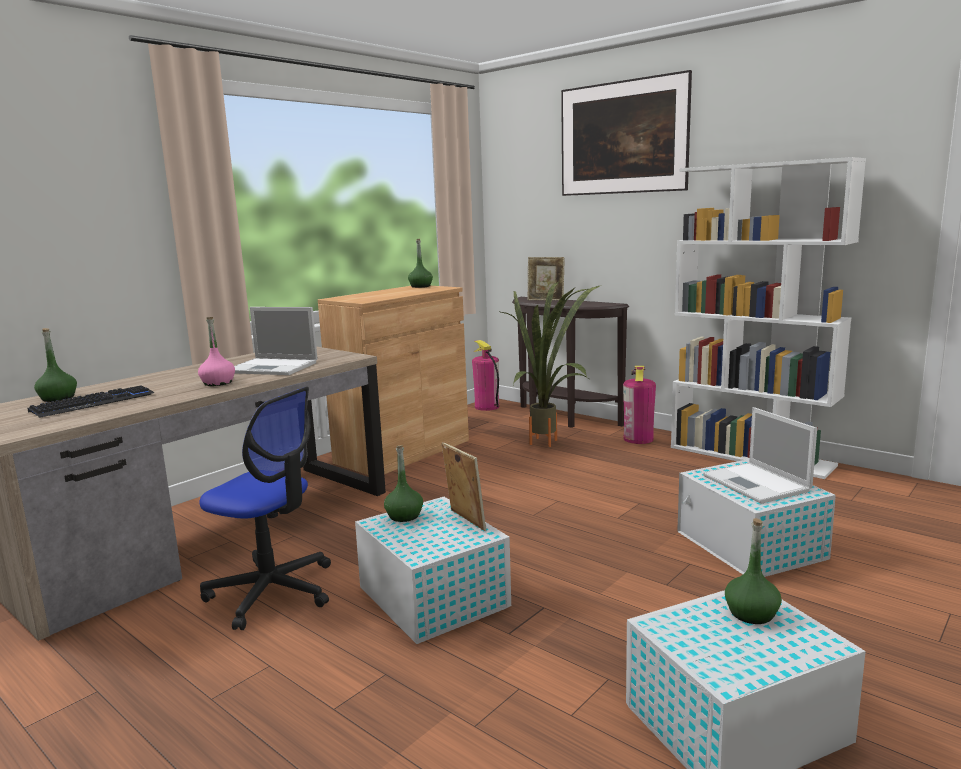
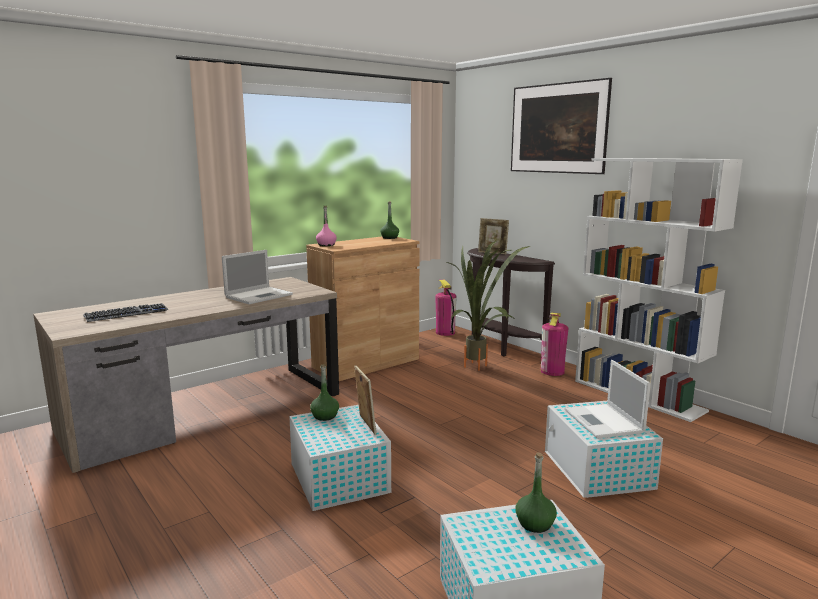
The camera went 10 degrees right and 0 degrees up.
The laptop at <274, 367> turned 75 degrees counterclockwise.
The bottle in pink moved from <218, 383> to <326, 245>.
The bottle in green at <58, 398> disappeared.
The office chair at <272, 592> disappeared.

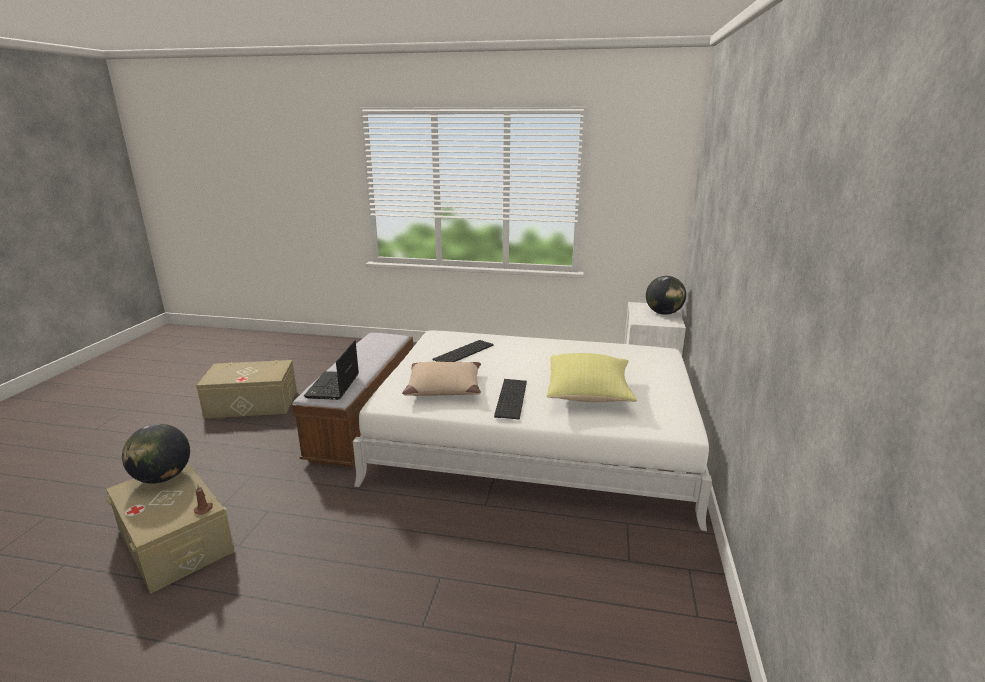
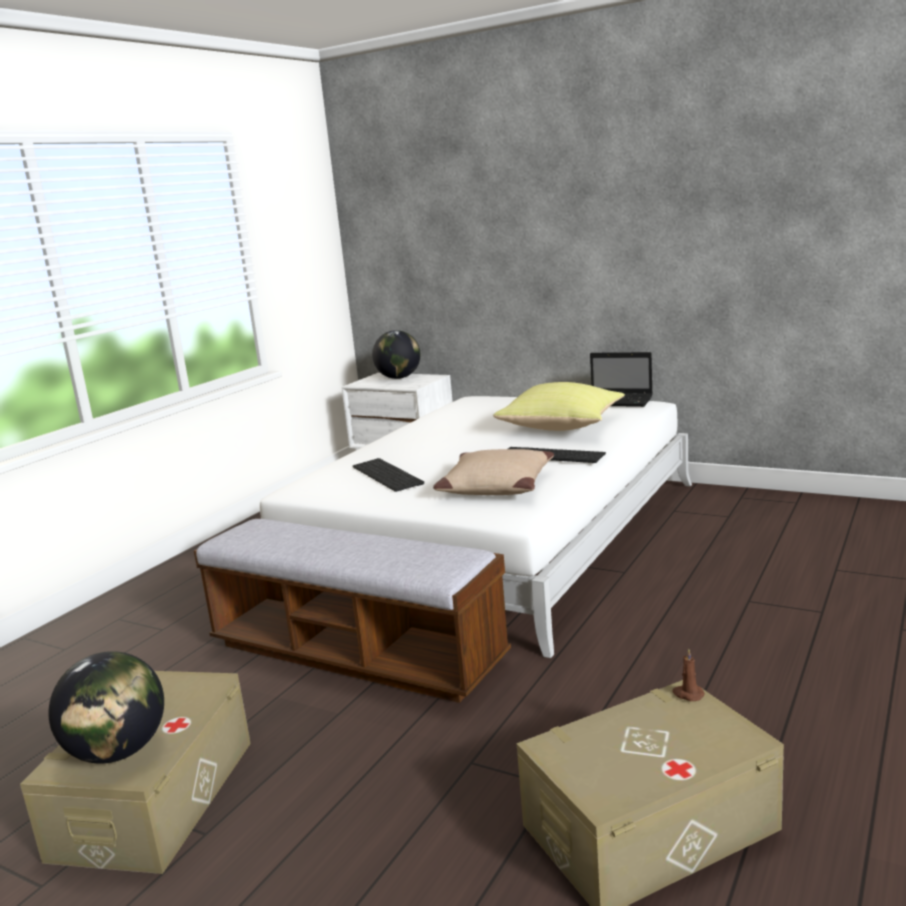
The camera went 70 degrees left and 5 degrees down.
The globe moved from <163, 477> to <118, 752>.
The laptop moved from <333, 387> to <619, 401>.

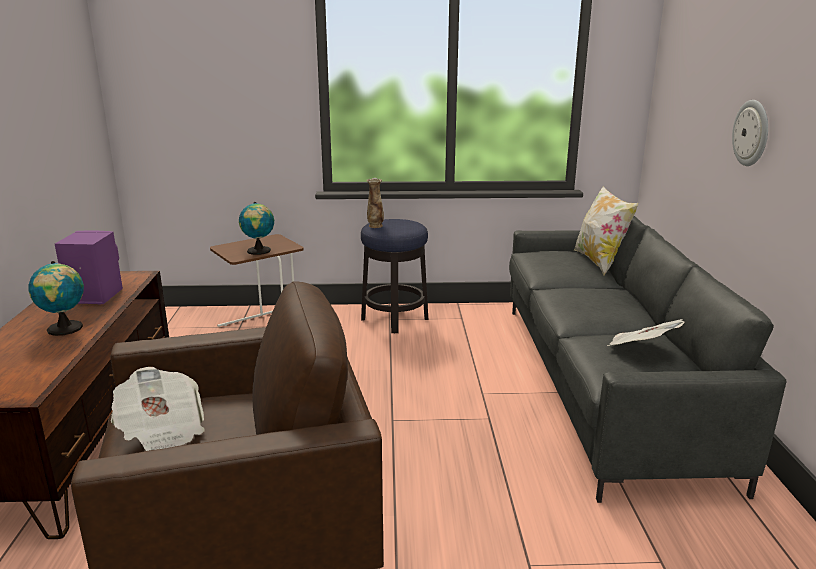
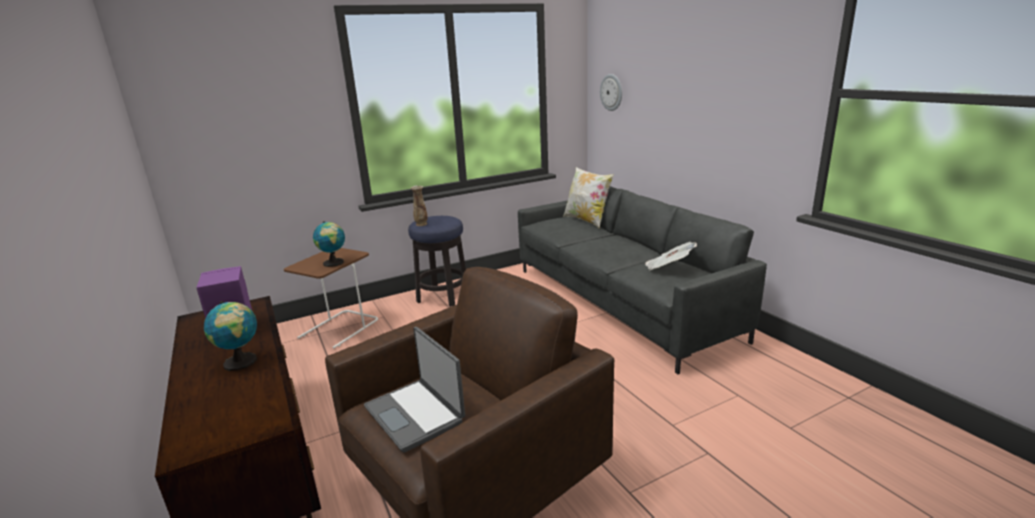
The camera went 25 degrees left and 0 degrees up.
The newspaper at <162, 432> was replaced by the laptop at <416, 414>.
The wall clock moved from <751, 133> to <611, 92>.

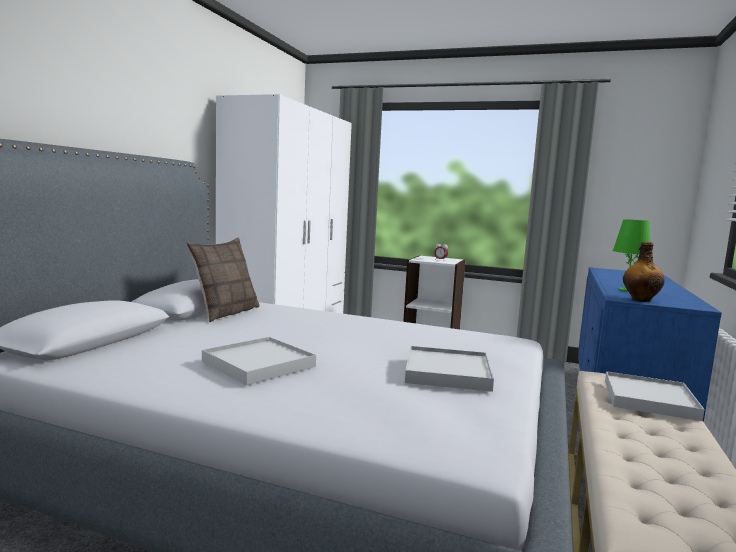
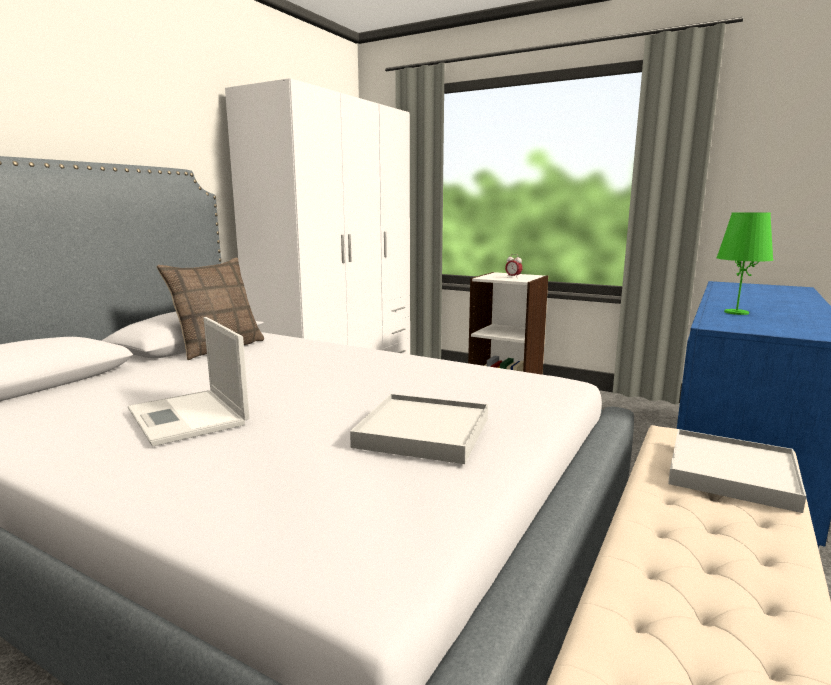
The camera went 10 degrees right and 5 degrees up.
The tray in white at <259, 364> was replaced by the laptop at <189, 417>.
The bottle at <640, 300> disappeared.

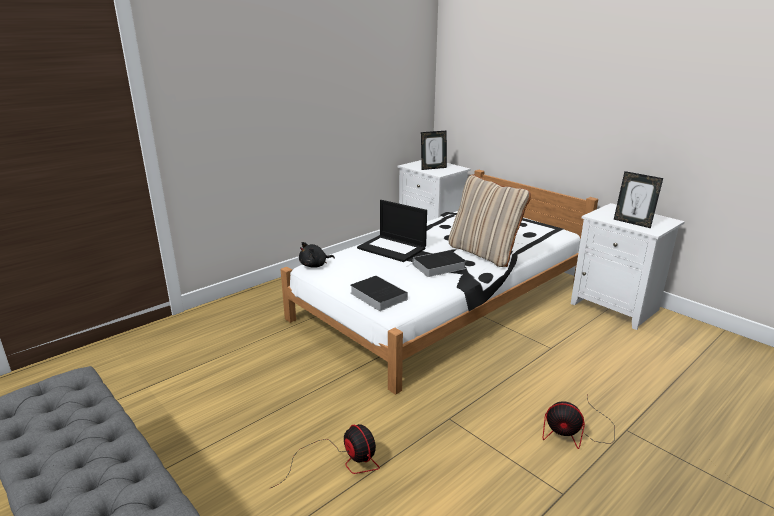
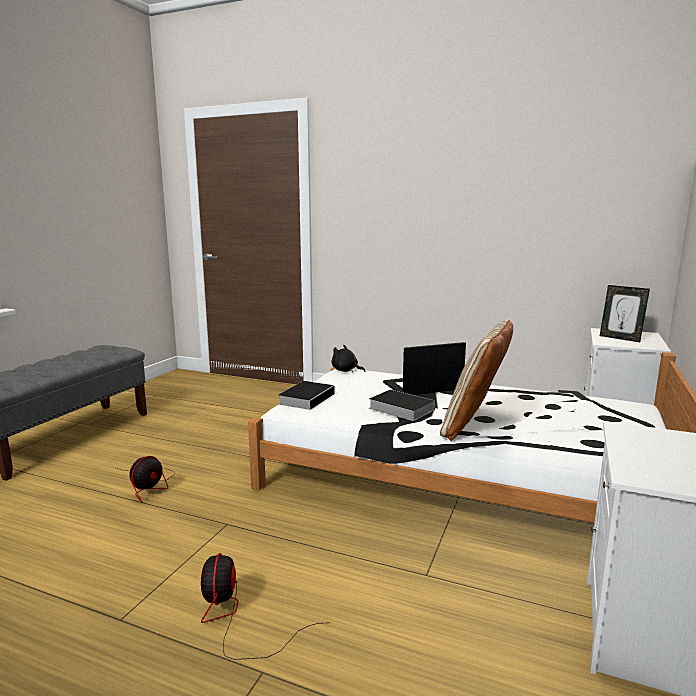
The camera went 65 degrees right and 10 degrees down.
The laptop at <392, 248> turned 60 degrees clockwise.
The picture frame at <632, 223> disappeared.

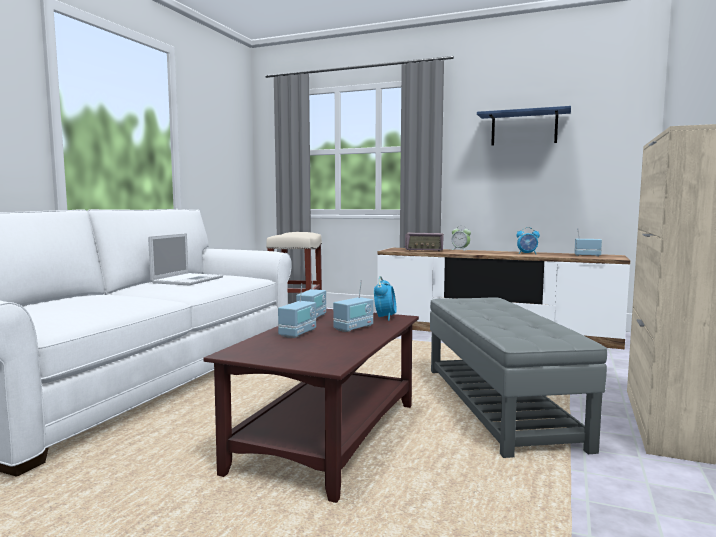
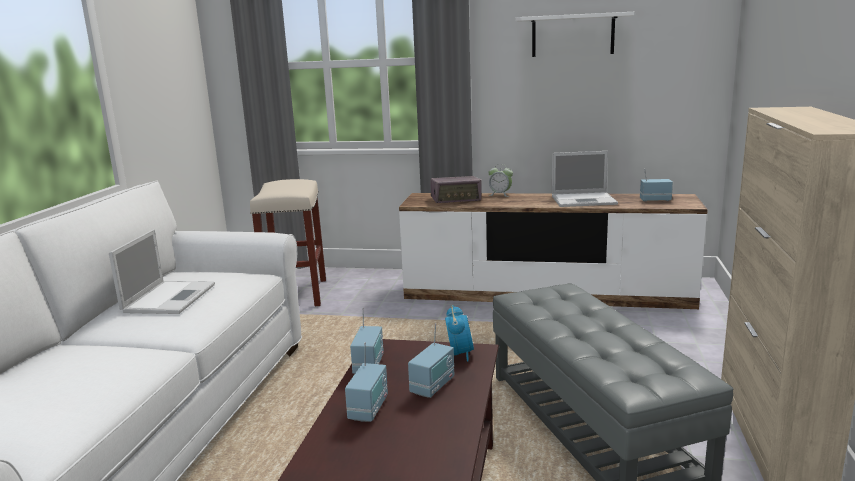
The camera went 10 degrees left and 10 degrees up.
The shelf in blue at <524, 128> became the shelf in white at <572, 35>.
The alarm clock at <527, 253> was replaced by the laptop at <584, 200>.

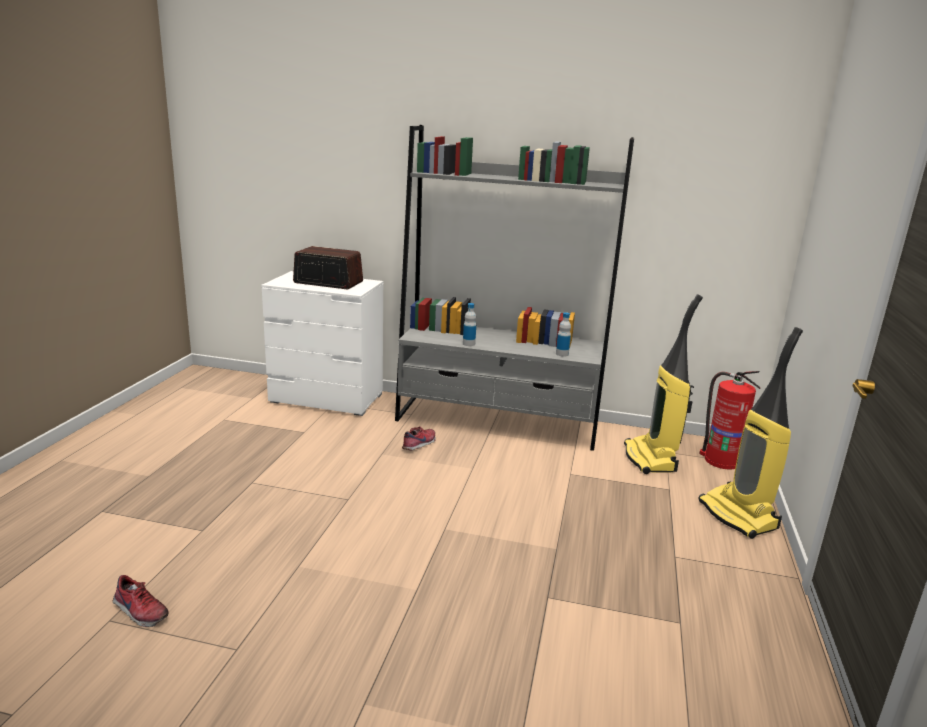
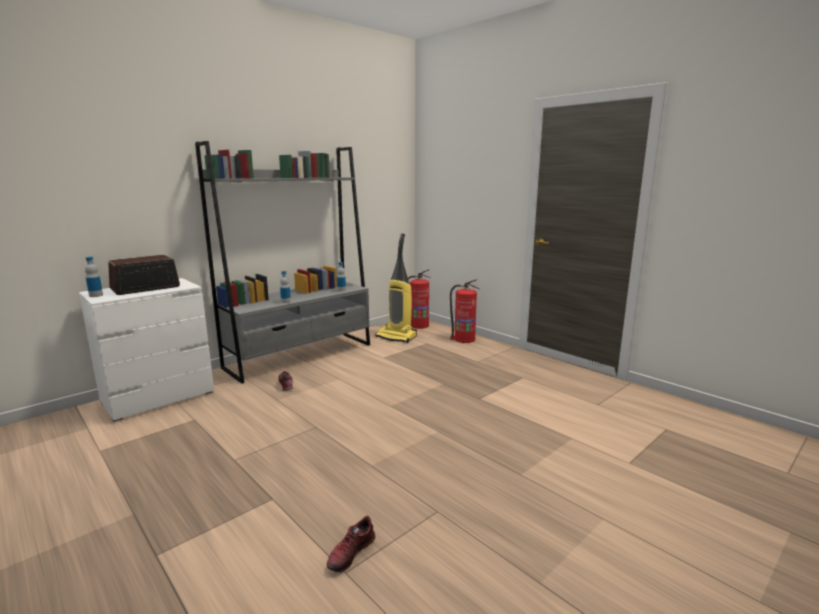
The camera went 55 degrees left and 5 degrees down.
The bottle at <96, 295> appeared.
The shoe at <139, 612> turned 150 degrees clockwise.
The vacuum cleaner at <739, 516> was replaced by the fire extinguisher at <463, 339>.

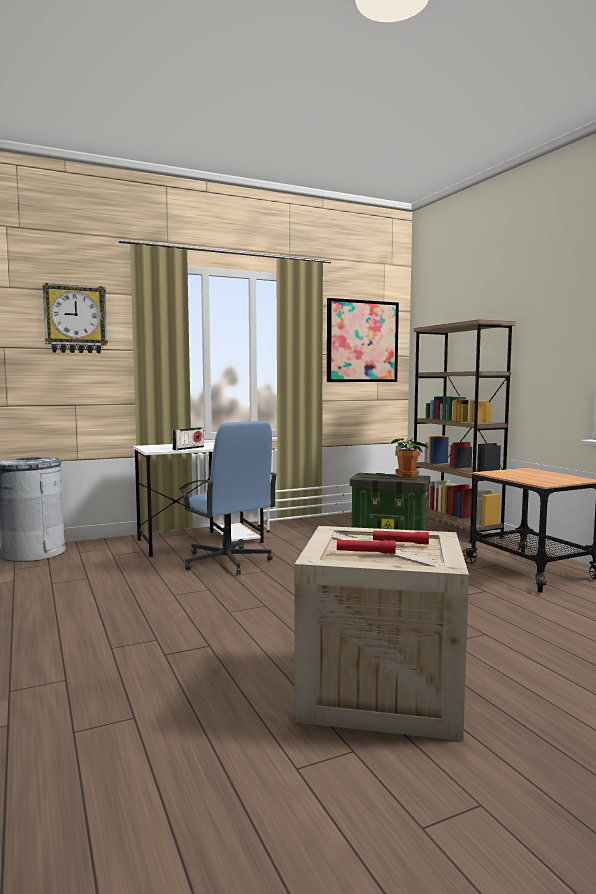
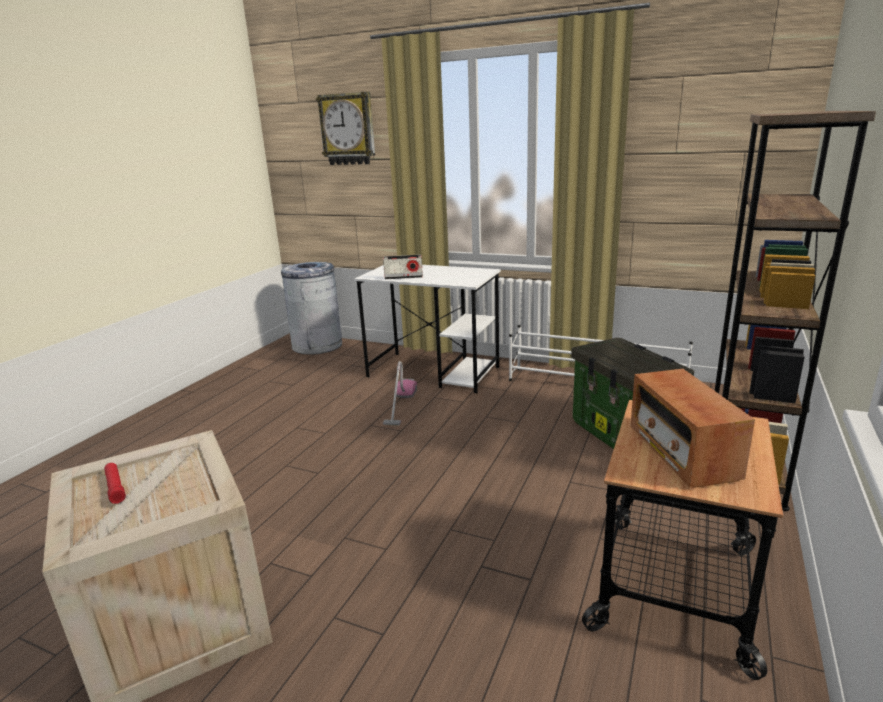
The camera went 50 degrees right and 15 degrees up.
The office chair in blue at <226, 561> was replaced by the vacuum cleaner at <400, 406>.
The radio at <681, 453> appeared.
The picture at <362, 341> disappeared.
The flashlight in red at <400, 542> disappeared.
The potted plant at <408, 476> disappeared.

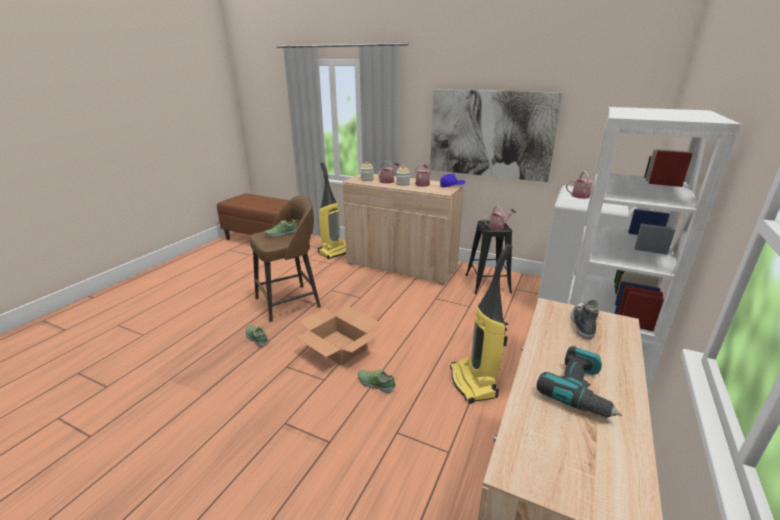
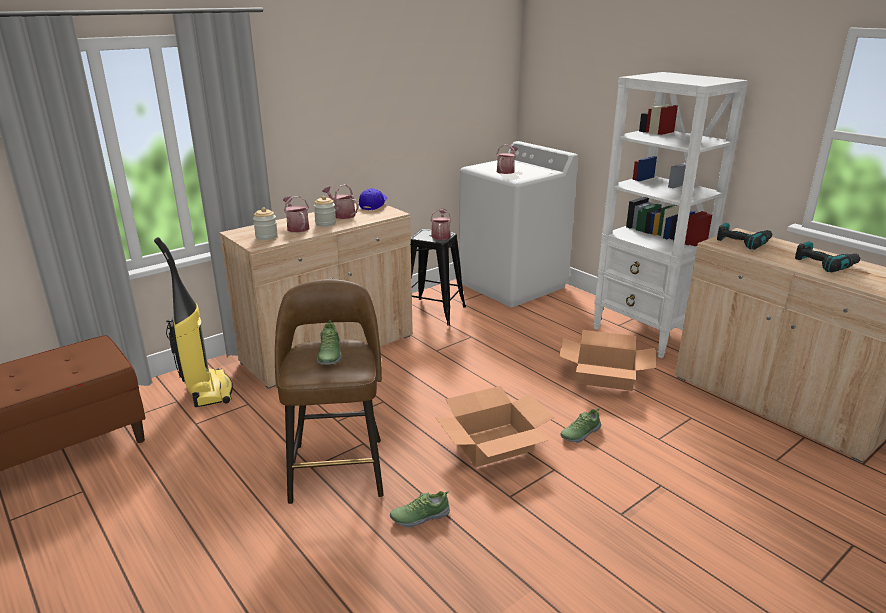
The camera went 65 degrees left and 0 degrees up.
The vacuum cleaner at <474, 382> was replaced by the cardboard box at <604, 376>.
The shoe at <582, 324> was replaced by the power drill at <743, 242>.
The picture at <490, 134> disappeared.

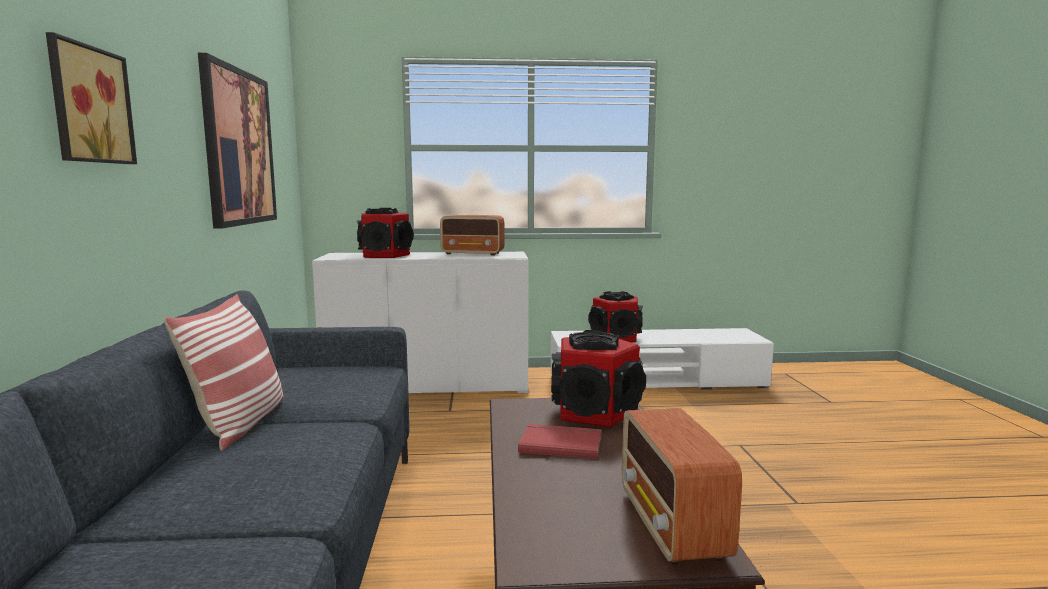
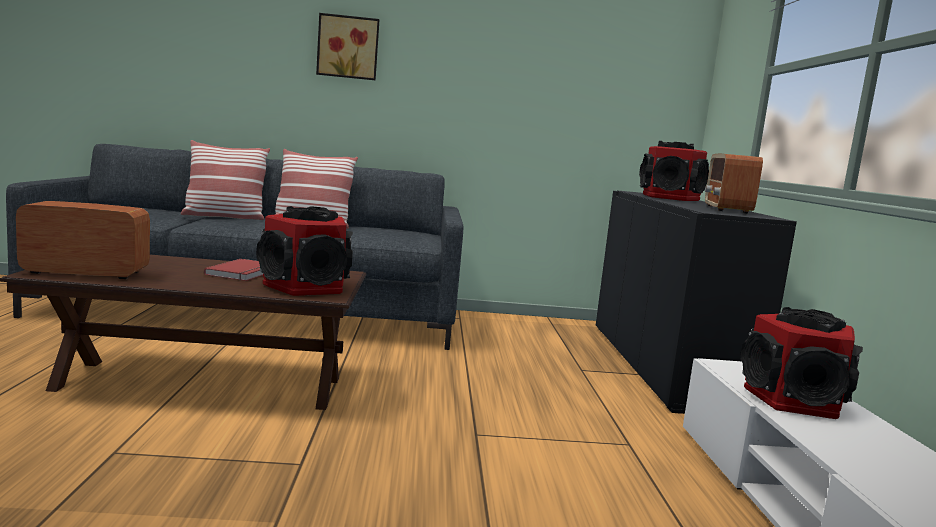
The camera went 90 degrees right and 0 degrees up.
The pillow at <224, 217> appeared.
The cabinet in white at <428, 385> became the cabinet in black at <663, 365>.
The picture at <239, 147> disappeared.

